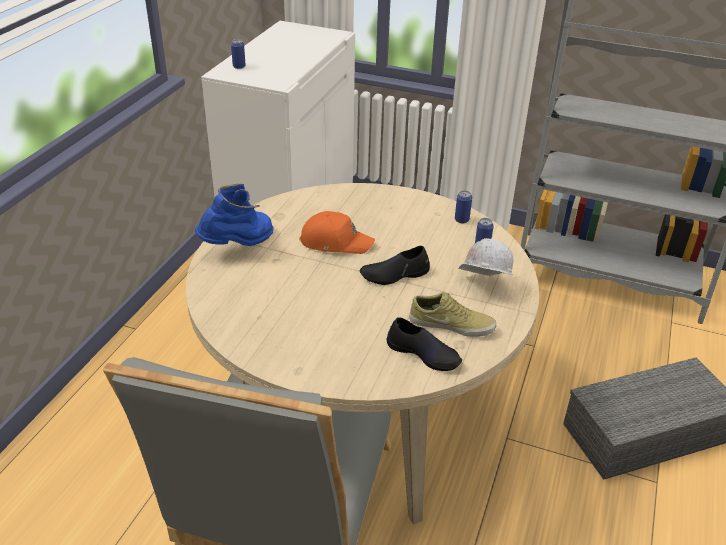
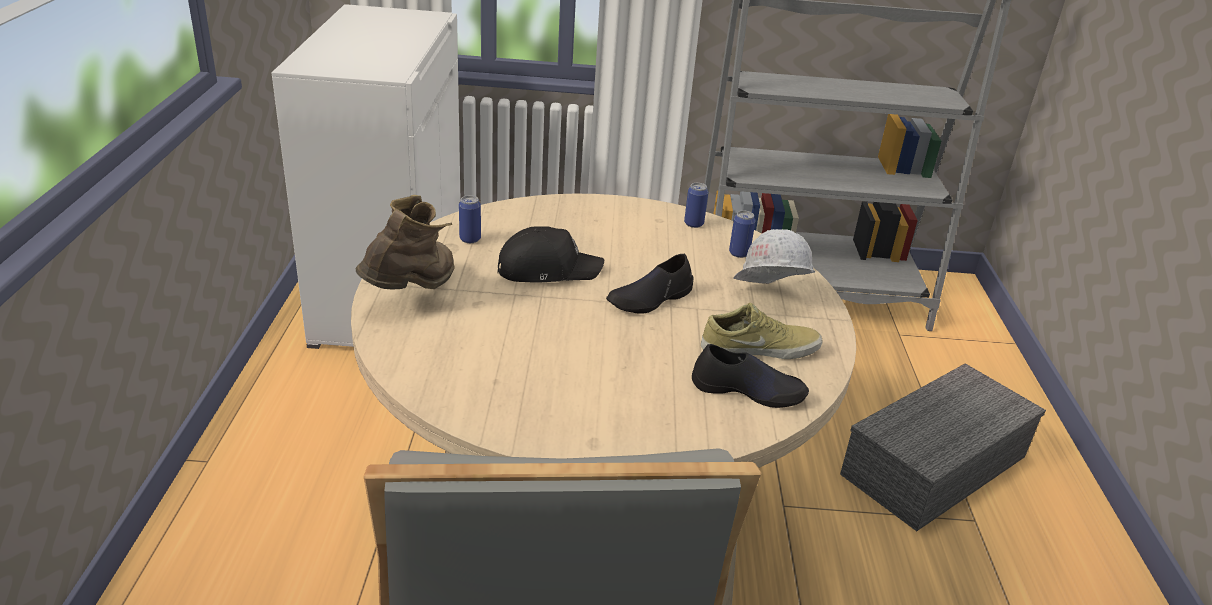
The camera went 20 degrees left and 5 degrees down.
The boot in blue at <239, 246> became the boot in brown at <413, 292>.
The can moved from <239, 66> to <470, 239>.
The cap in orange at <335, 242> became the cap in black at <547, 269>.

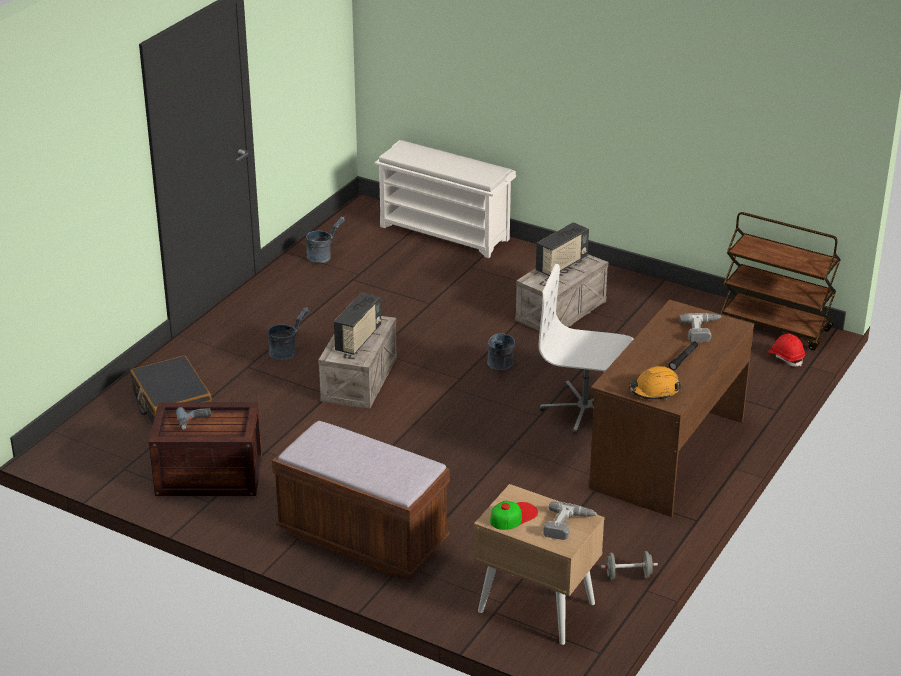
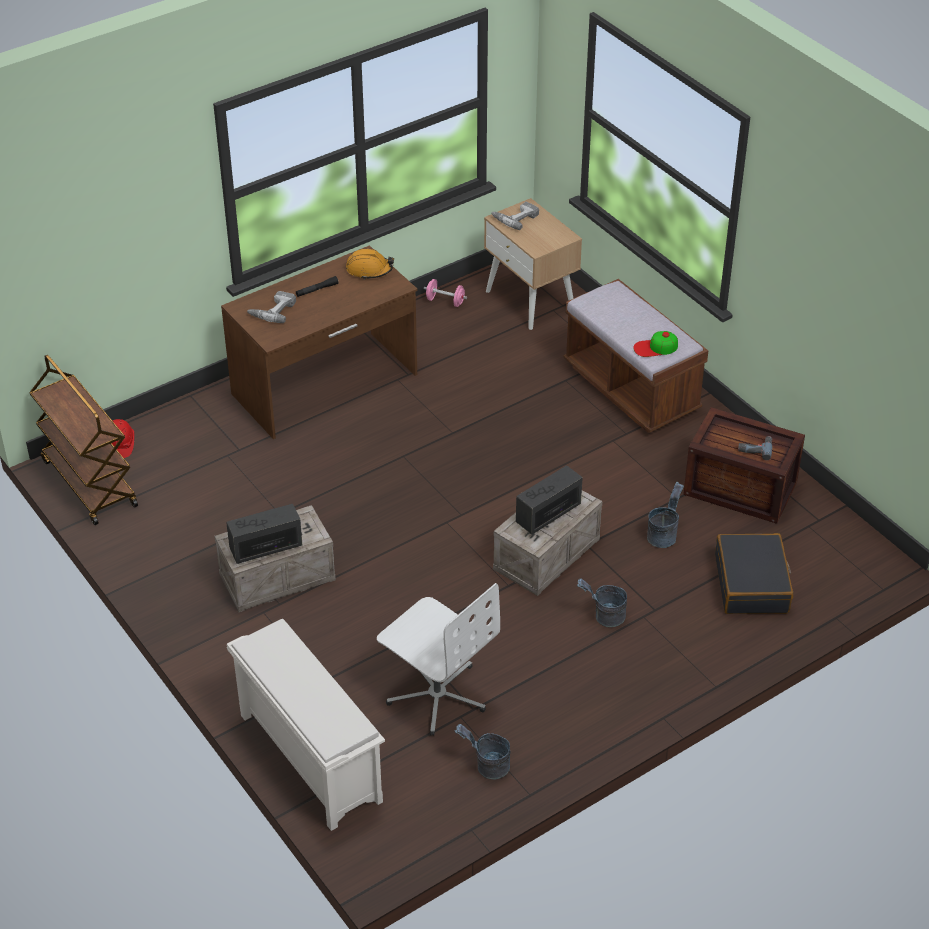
The camera went 155 degrees left and 10 degrees up.
The office chair in white moved from <584, 410> to <437, 695>.
The dumbbell in grey at <628, 575> became the dumbbell in pink at <445, 301>.
The cap moved from <513, 516> to <655, 347>.
The bucket in grey moved from <500, 366> to <663, 534>.

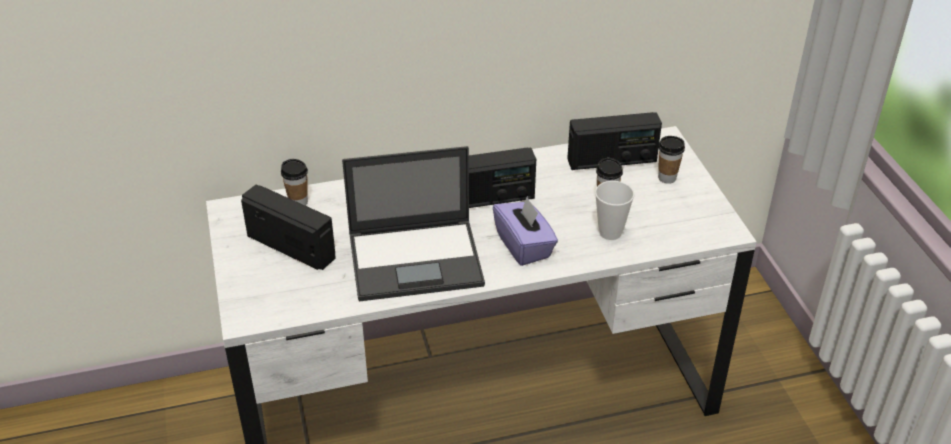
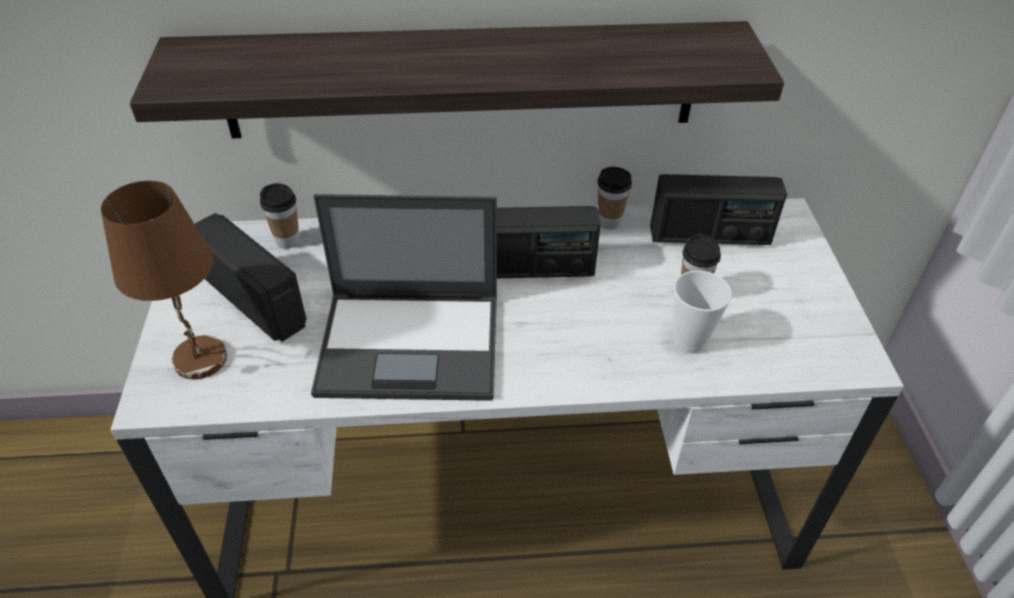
The camera went 10 degrees right and 5 degrees up.
The table lamp in brown at <201, 360> appeared.
The shelf at <461, 80> appeared.
The cup moved from <667, 178> to <609, 222>.
The tissue box in purple at <524, 246> disappeared.

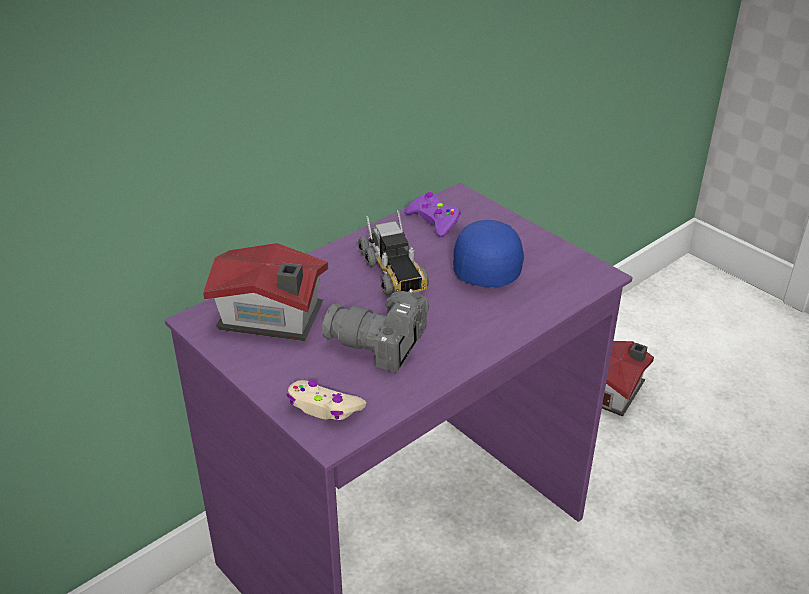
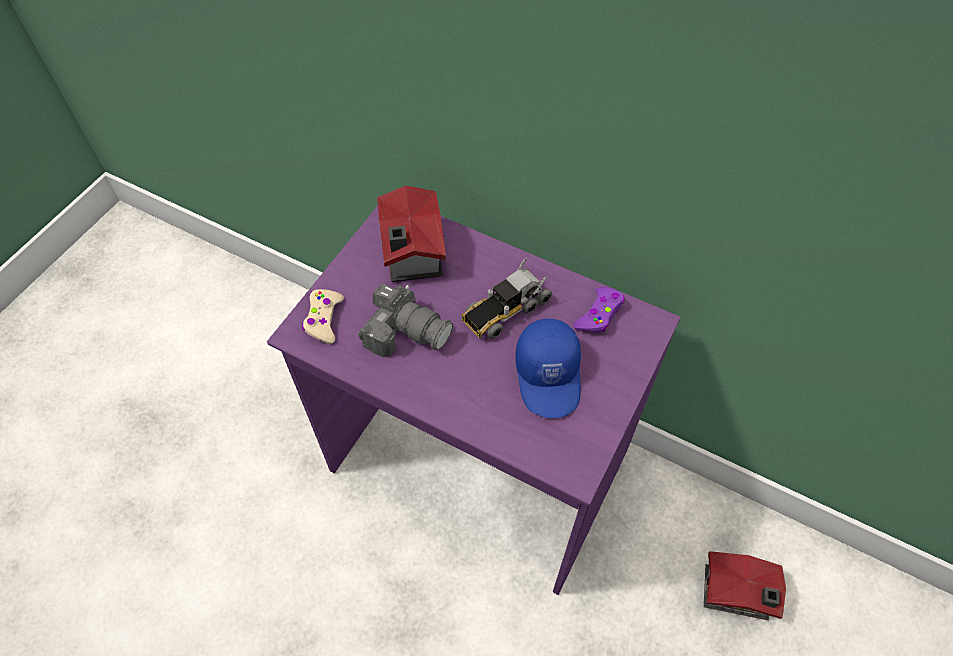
The camera went 70 degrees right and 20 degrees up.
The photo camera at <381, 345> turned 120 degrees clockwise.
The cap in blue at <488, 264> turned 90 degrees clockwise.

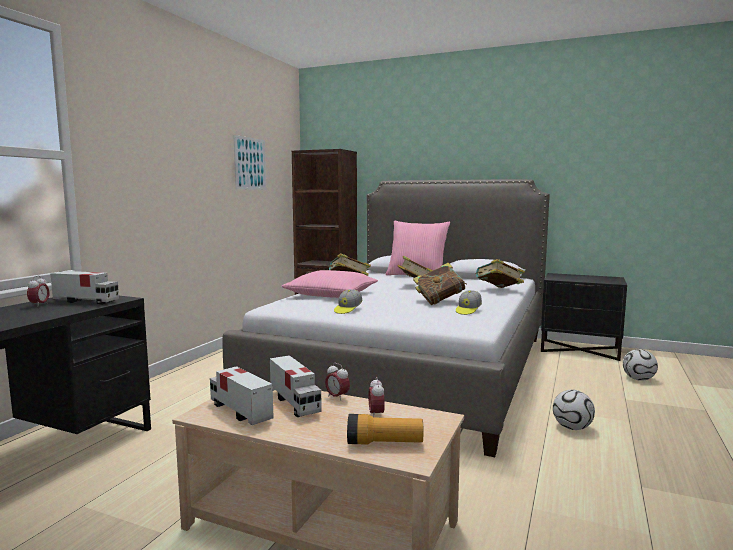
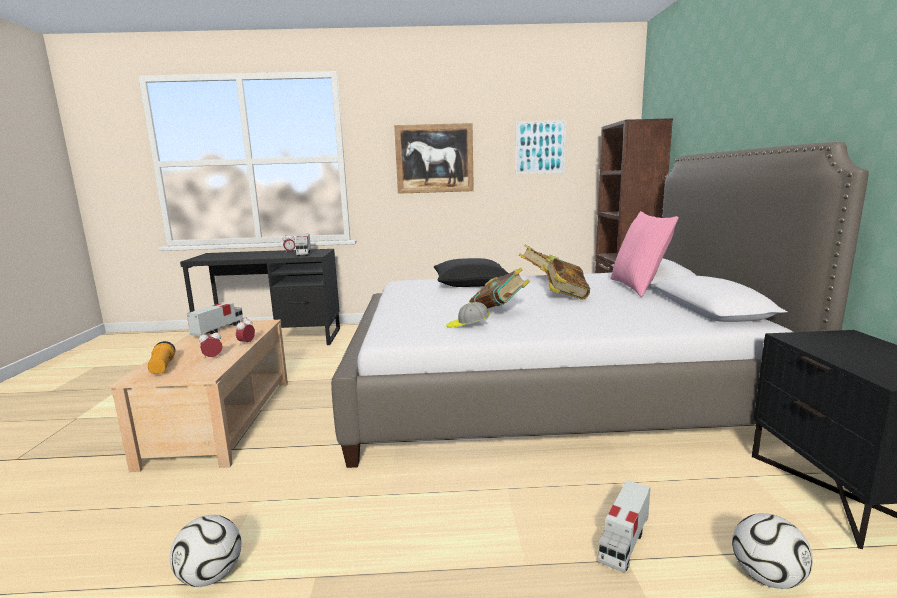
The camera went 65 degrees right and 5 degrees up.
The football moved from <572, 428> to <210, 576>.
The picture at <434, 158> appeared.
The pillow in pink at <331, 294> became the pillow in black at <471, 283>.
The toy truck moved from <295, 403> to <624, 542>.
The cap at <348, 310> disappeared.
The book at <498, 290> disappeared.

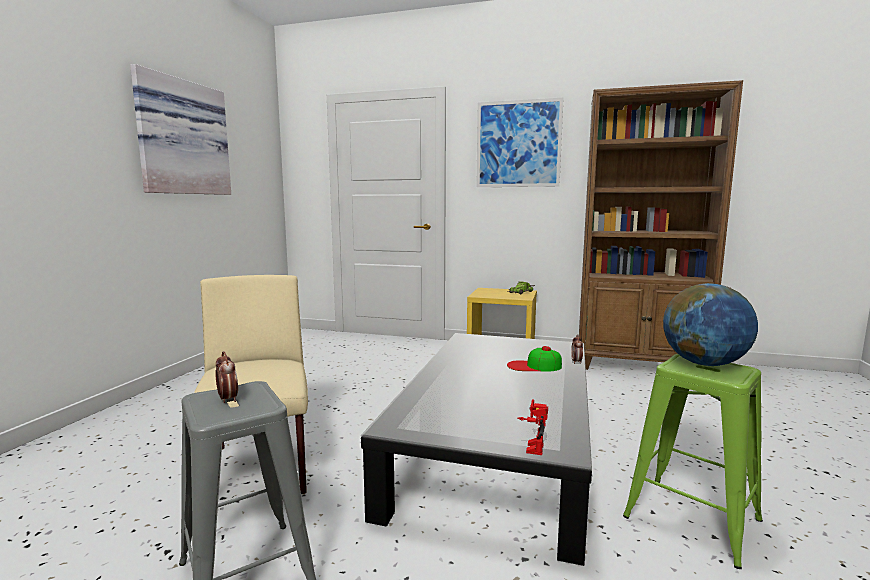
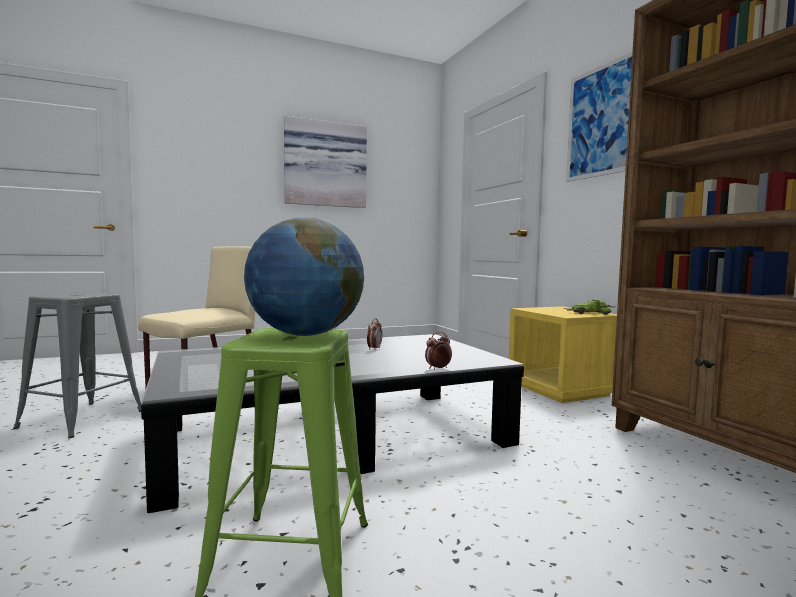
The camera went 50 degrees right and 5 degrees down.
The alarm clock moved from <227, 399> to <374, 349>.
The cap at <534, 366> disappeared.
The toy robot at <531, 447> disappeared.

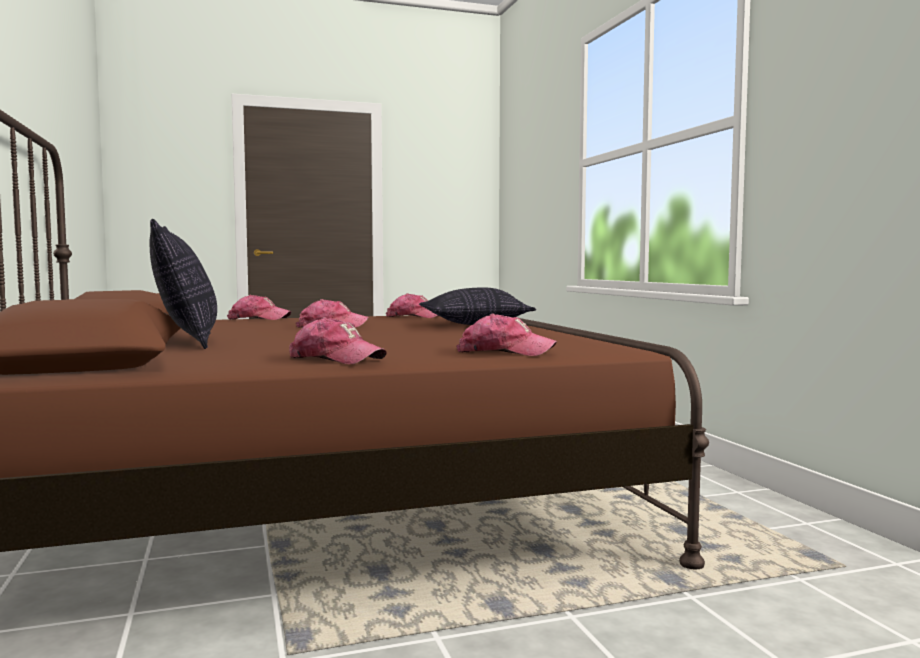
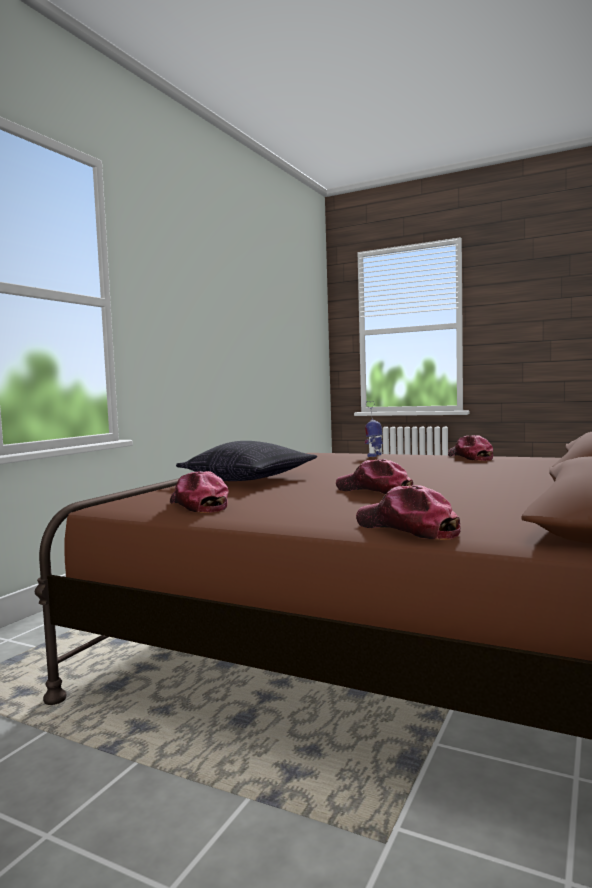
The camera went 135 degrees left and 0 degrees up.
The cap at <504, 352> was replaced by the toy robot at <374, 455>.
The pillow at <187, 342> disappeared.

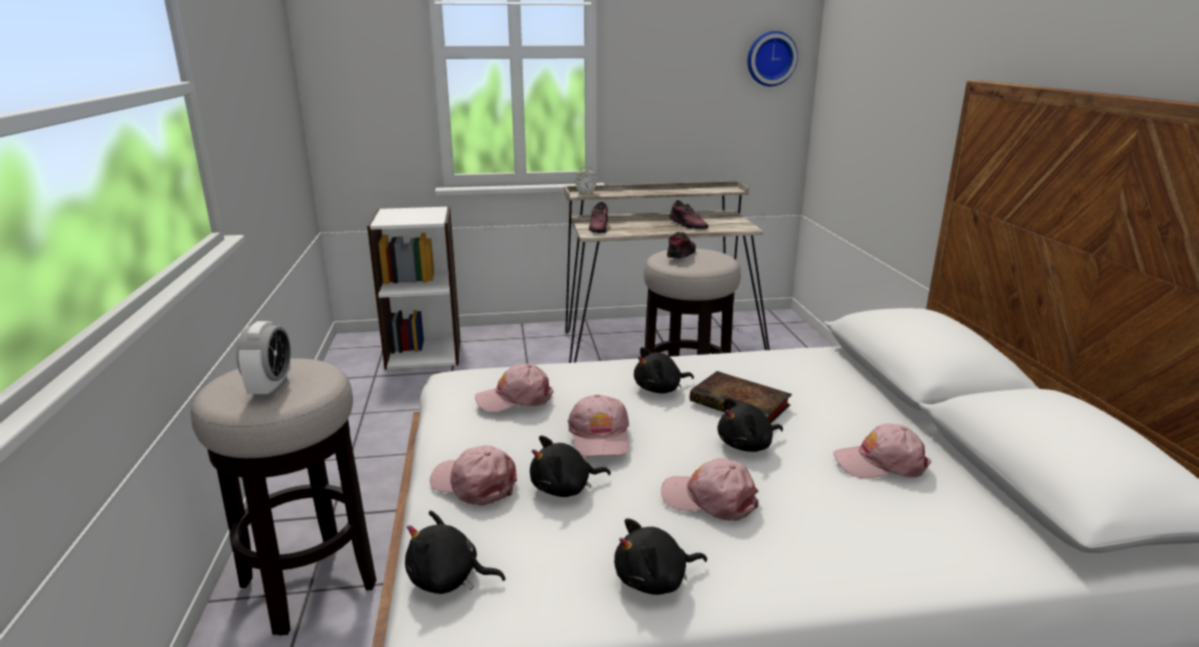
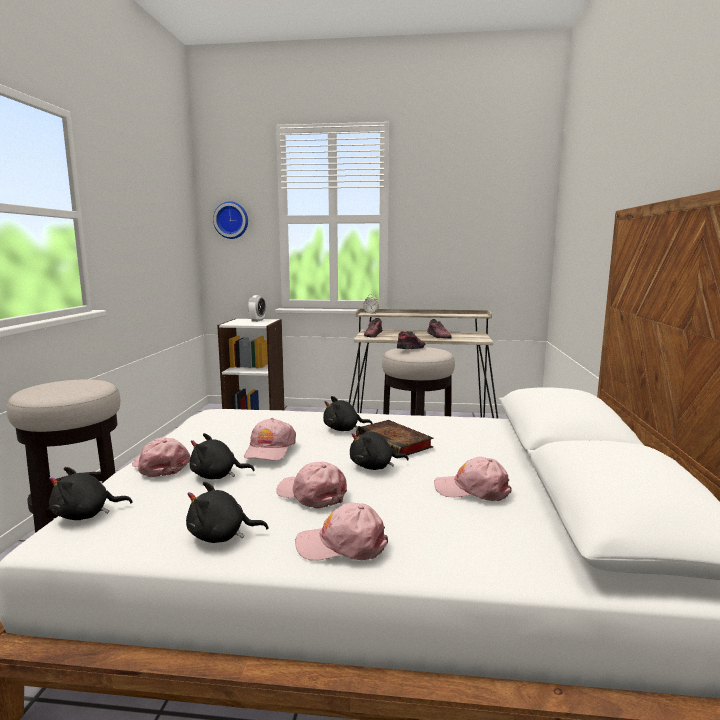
The camera went 15 degrees right and 10 degrees down.
The plush toy in black at <448, 580> turned 45 degrees counterclockwise.
The wall clock moved from <770, 58> to <231, 220>.
The alarm clock moved from <270, 388> to <257, 320>.
The cap in pink moved from <515, 398> to <342, 545>.

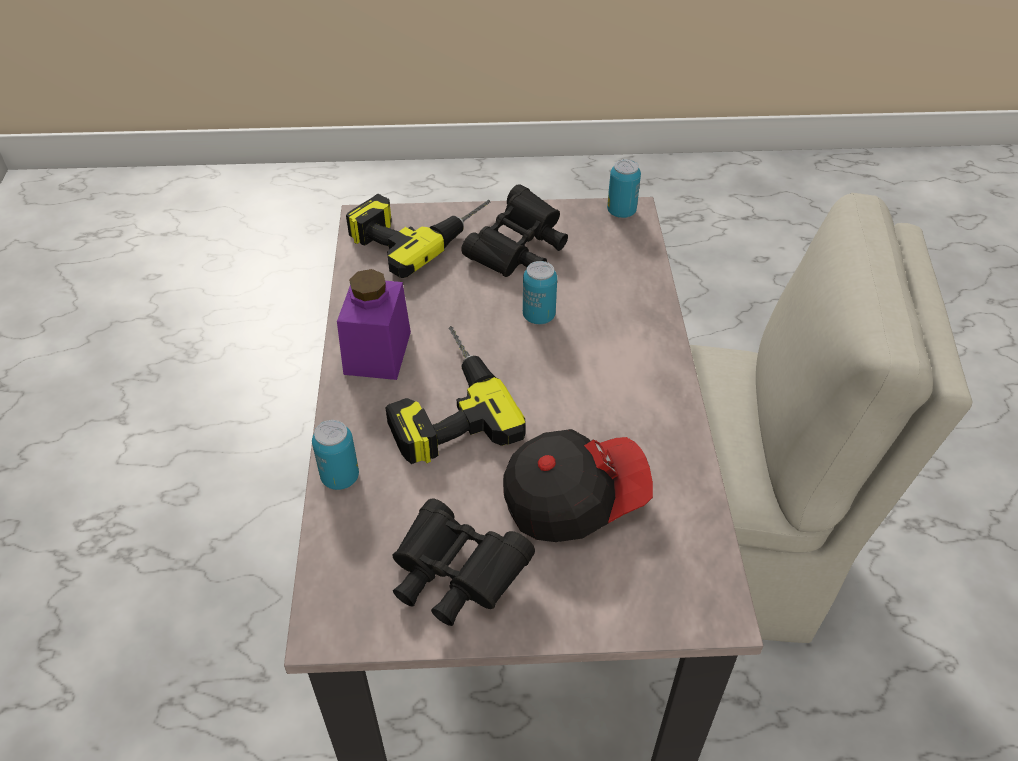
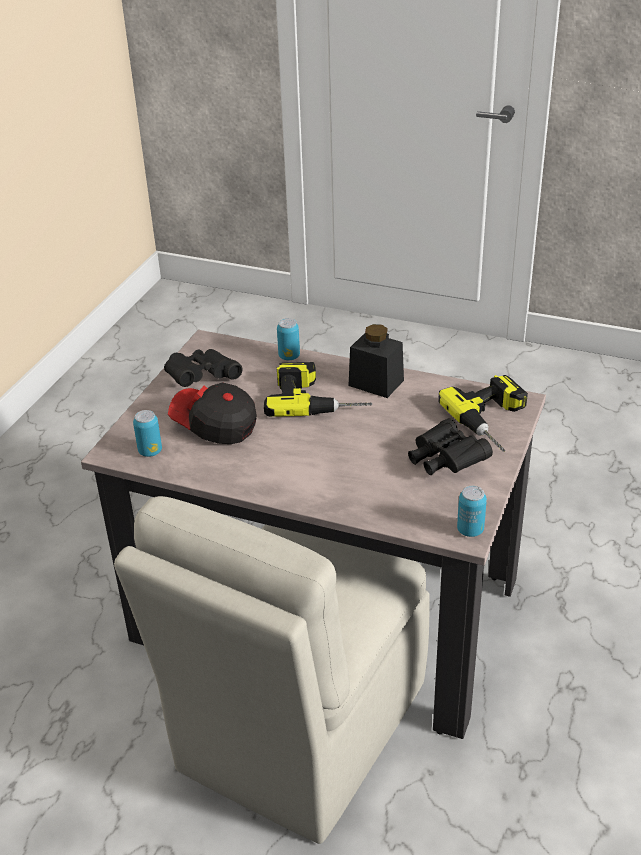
The camera went 115 degrees right and 10 degrees down.
The can moved from <538, 316> to <150, 451>.
The cap at <574, 498> turned 105 degrees clockwise.
The jar in purple at <377, 353> became the jar in black at <376, 383>.

